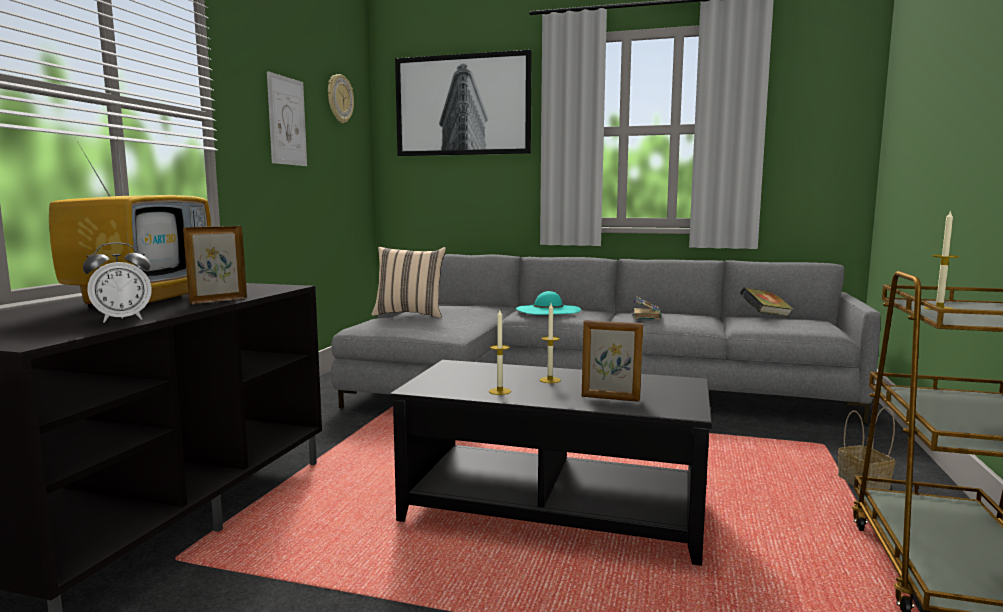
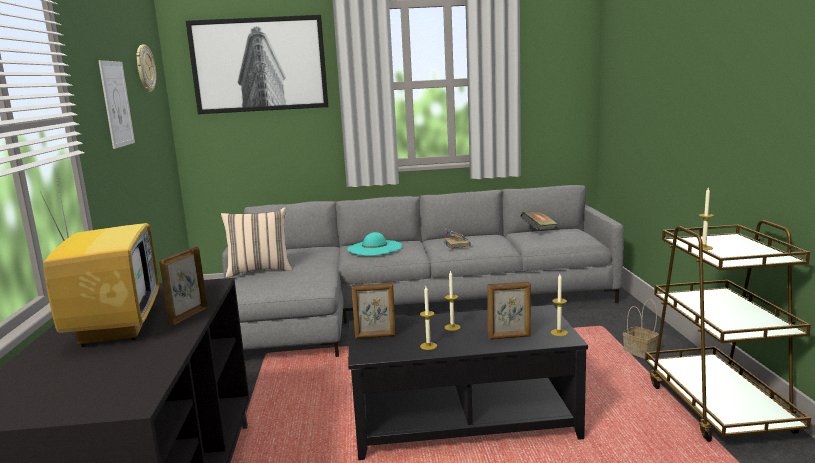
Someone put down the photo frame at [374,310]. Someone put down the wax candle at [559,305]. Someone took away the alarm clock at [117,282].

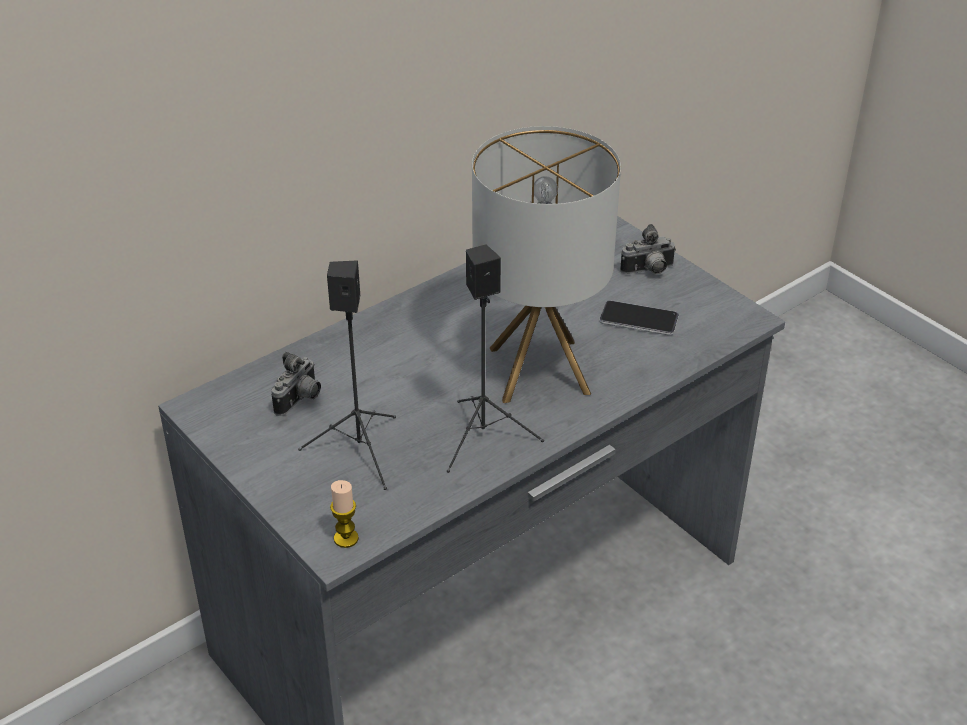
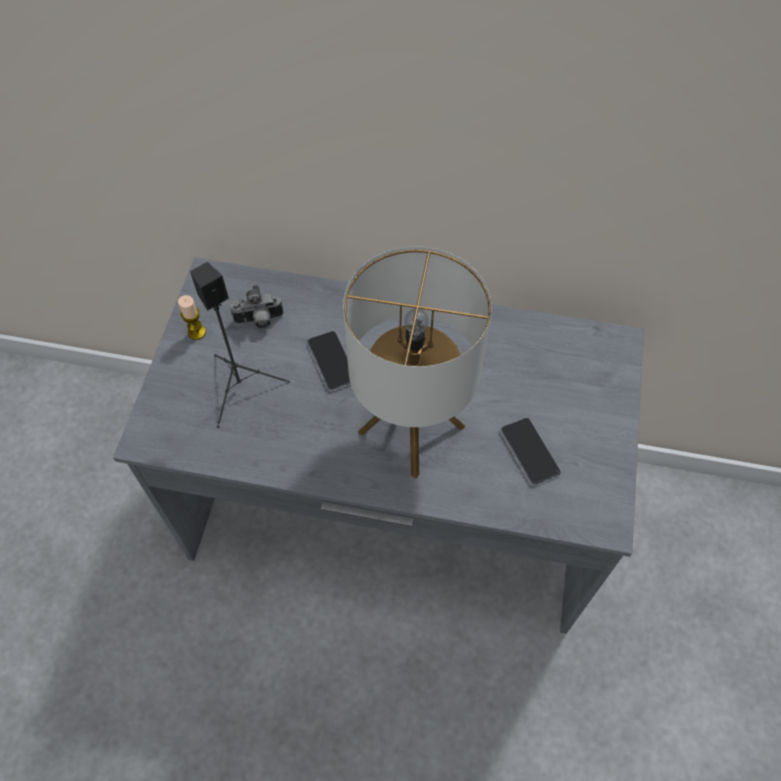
Someone carried the wax candle from [344,514] to [192,317]. Someone put down the phone at [328,361]. Someone took away the blackish loudspeaker at [495,358]. Someone took away the photo camera at [648,249].

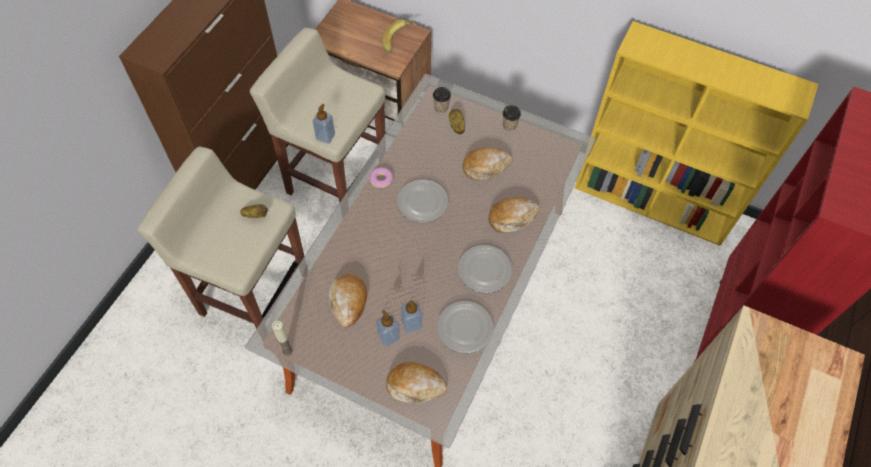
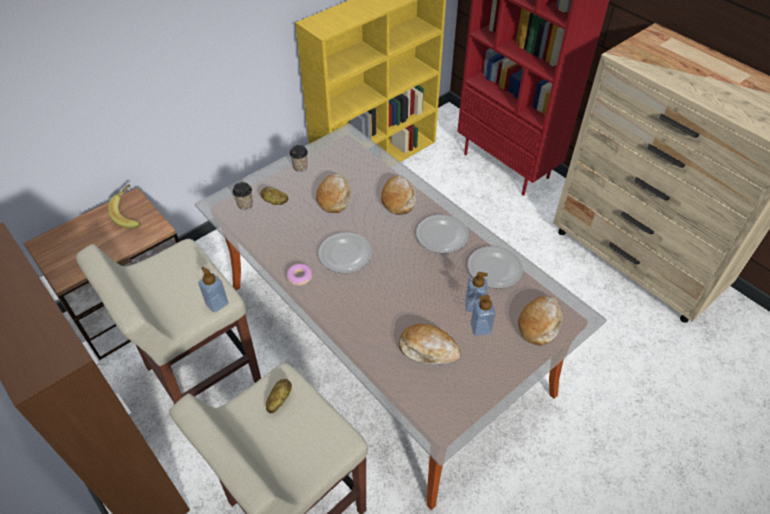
Someone took away the wax candle at [282,338].

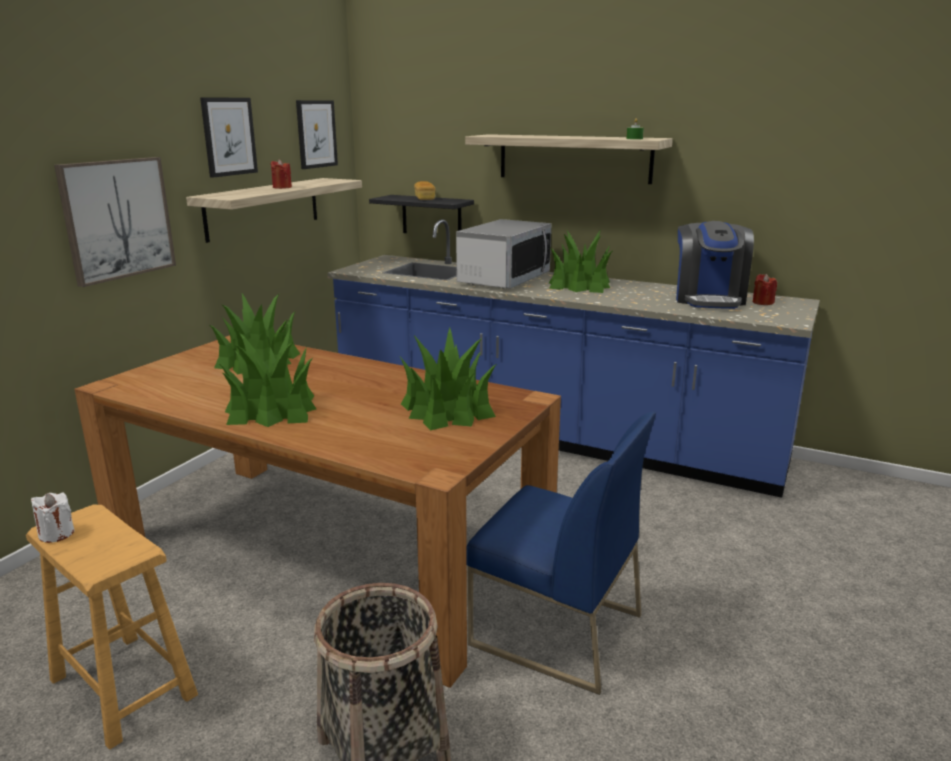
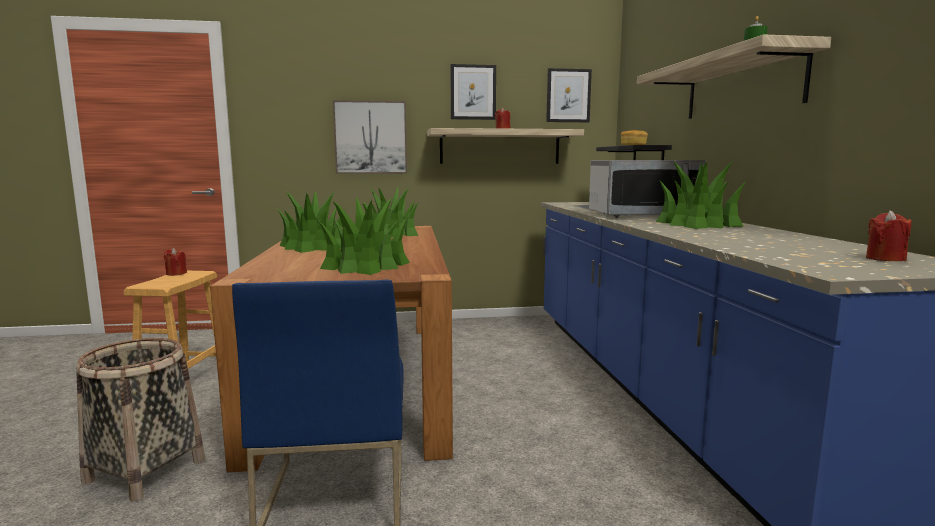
Someone repainted the whitish wax candle at [52,518], which became the red-coloured wax candle at [175,262]. Someone took away the coffee machine at [715,265].

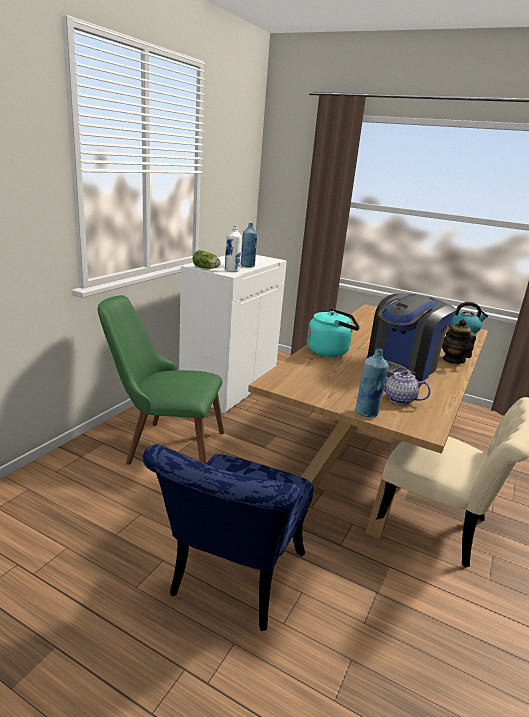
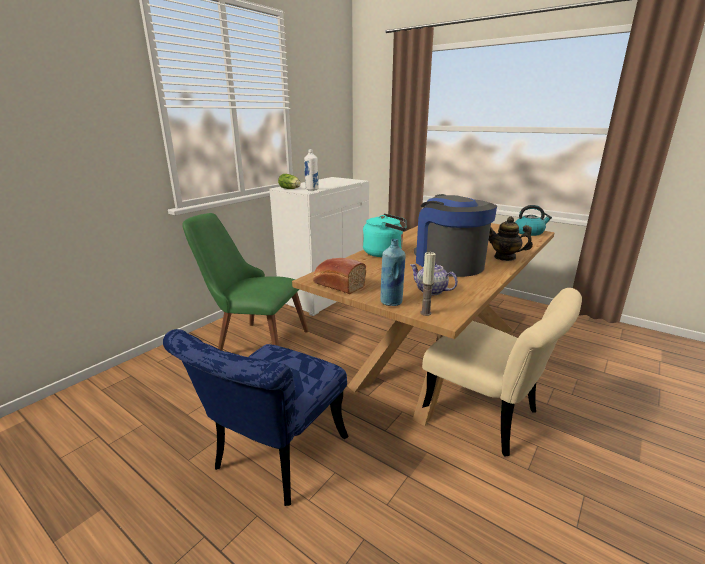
Someone put down the bread at [339,276]. Someone rotated the coffee machine at [411,337] by 105 degrees clockwise. Someone put down the wax candle at [428,284]. Someone rotated the pot for tea at [459,341] by 60 degrees counterclockwise. Someone took away the blue drink bottle at [249,245].

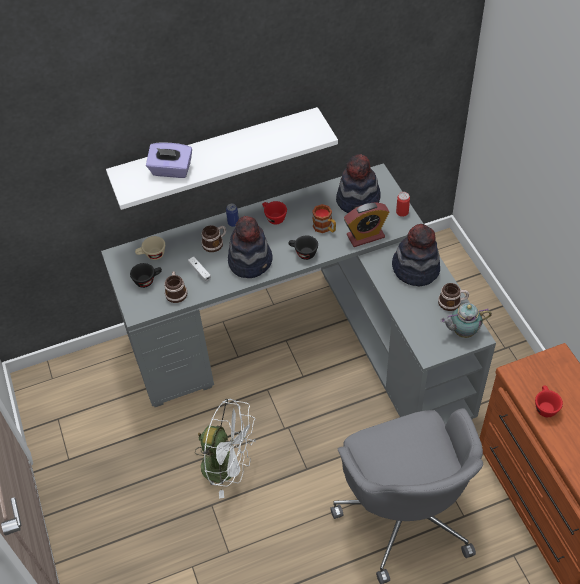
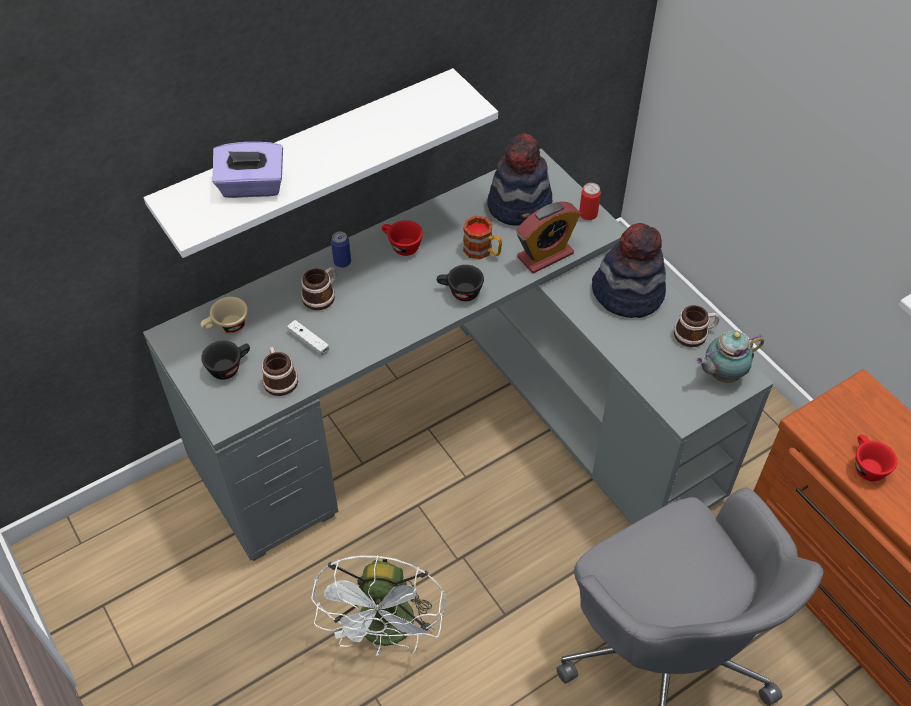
Someone rotated the whitish electric fan at [225,448] by 90 degrees clockwise. Someone took away the wearable hat at [250,247].

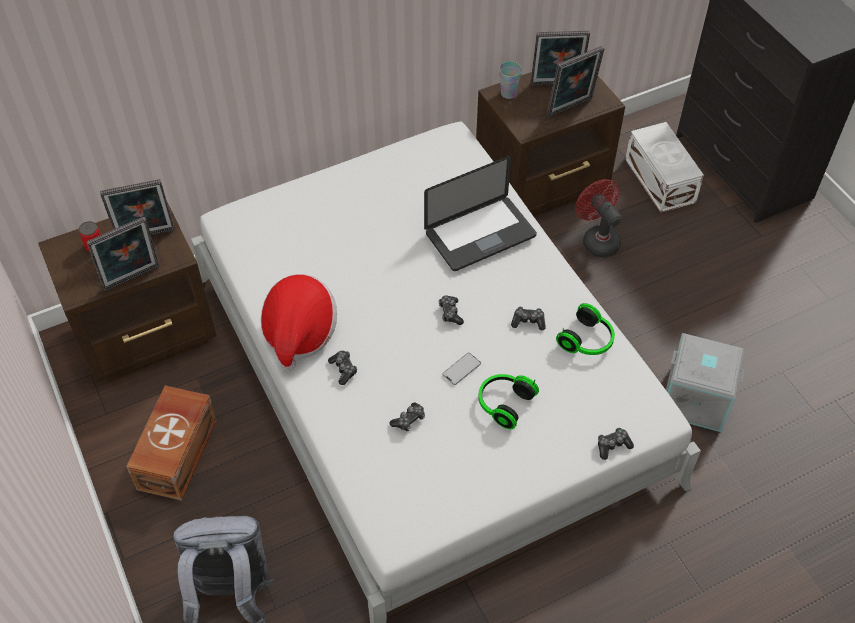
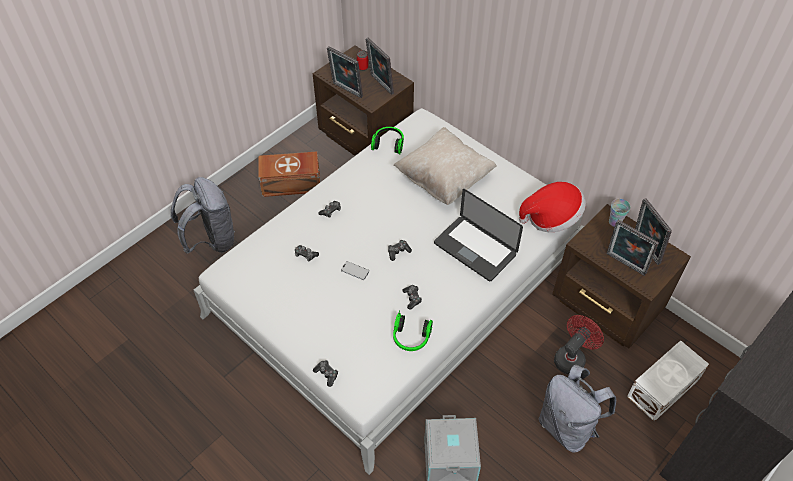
Someone carried the headset from [508,401] to [387,140]. Someone put down the sand-coloured pillow at [445,166]. Someone carried the wearable hat from [299,322] to [552,207]. Someone put down the grey knapsack at [577,409].

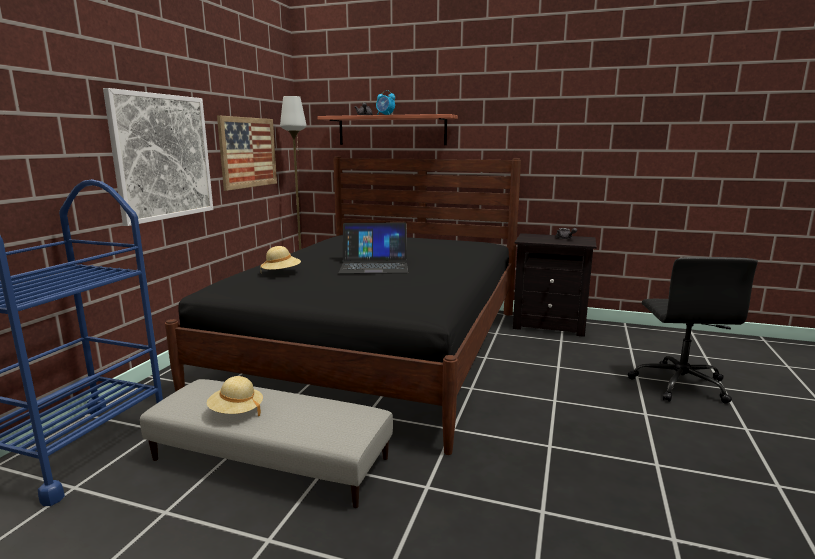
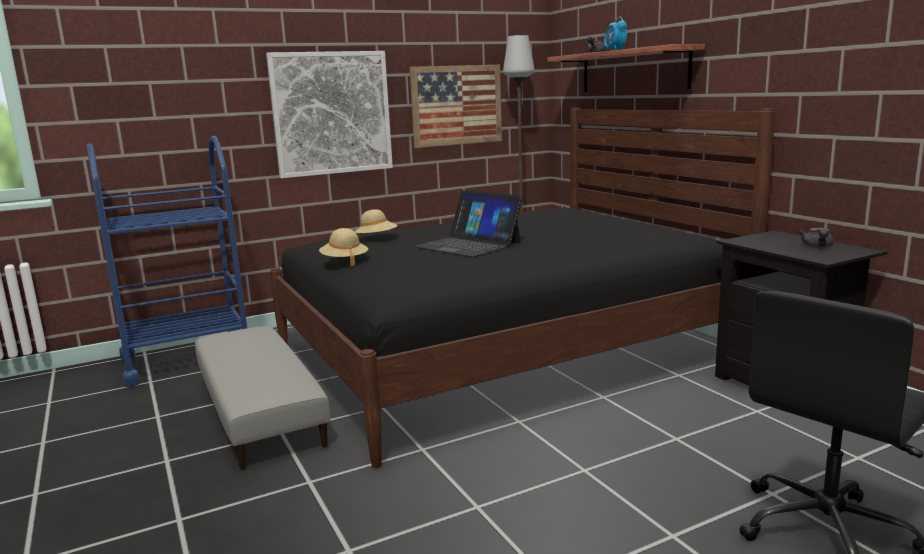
Someone carried the sand-coloured wearable hat from [235,396] to [343,247].

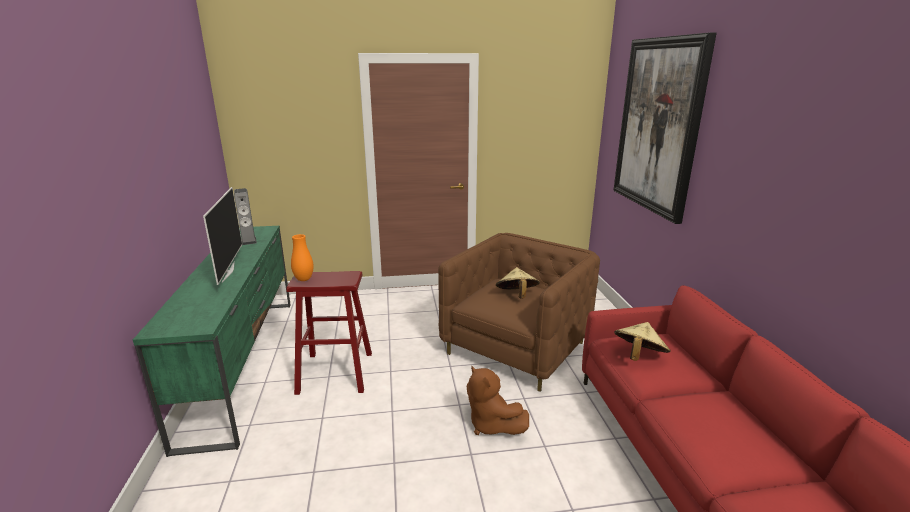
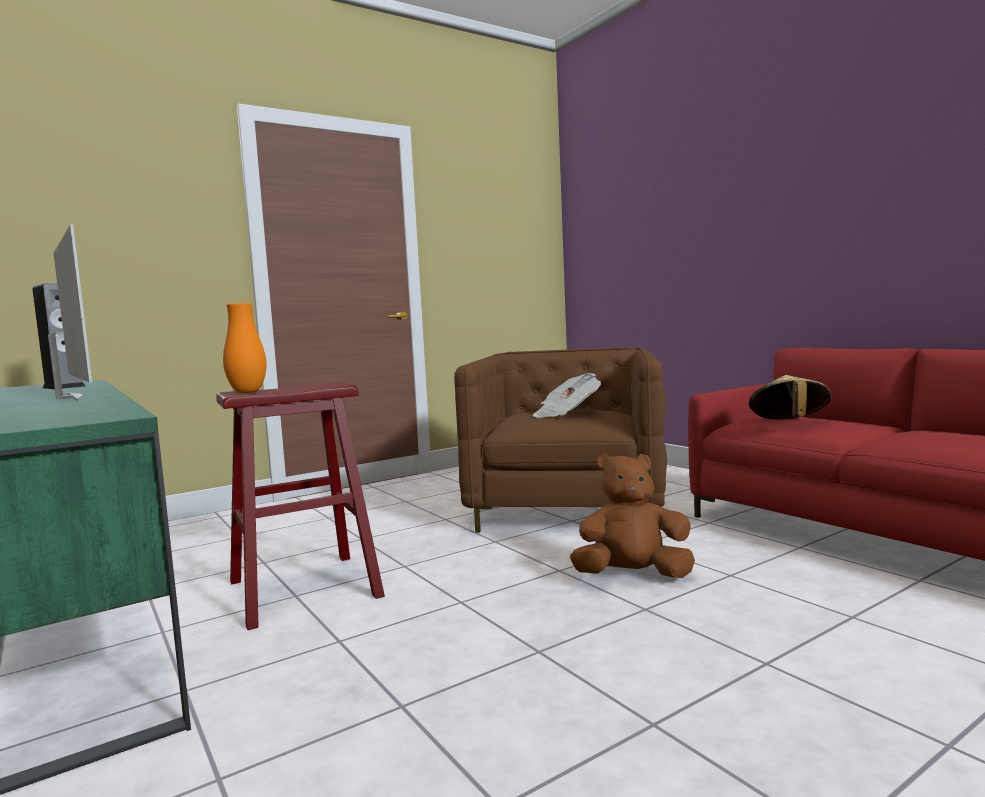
Someone swapped the sand-coloured wearable hat at [518,283] for the printed paper at [567,395]. Someone rotated the brown-coloured plush toy at [498,400] by 150 degrees clockwise. Someone took away the wall picture at [665,128].

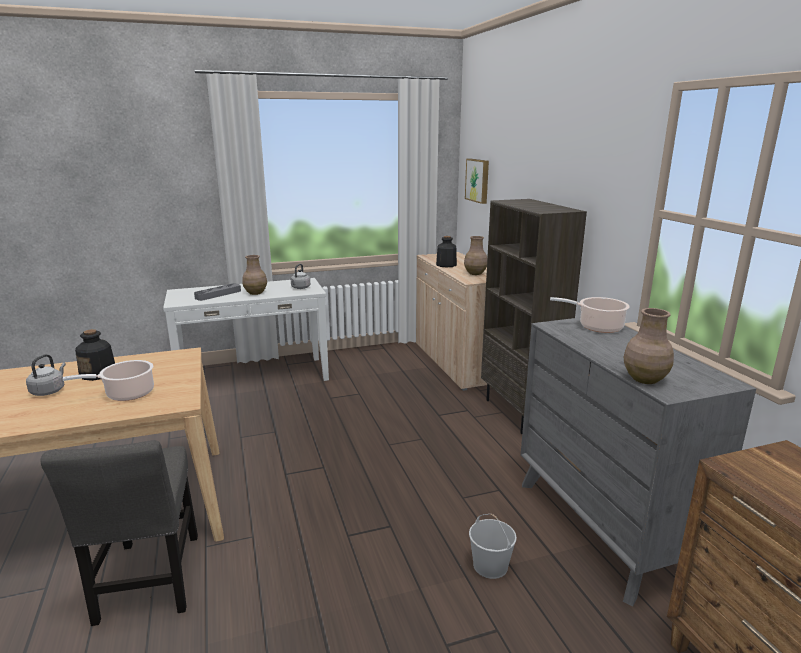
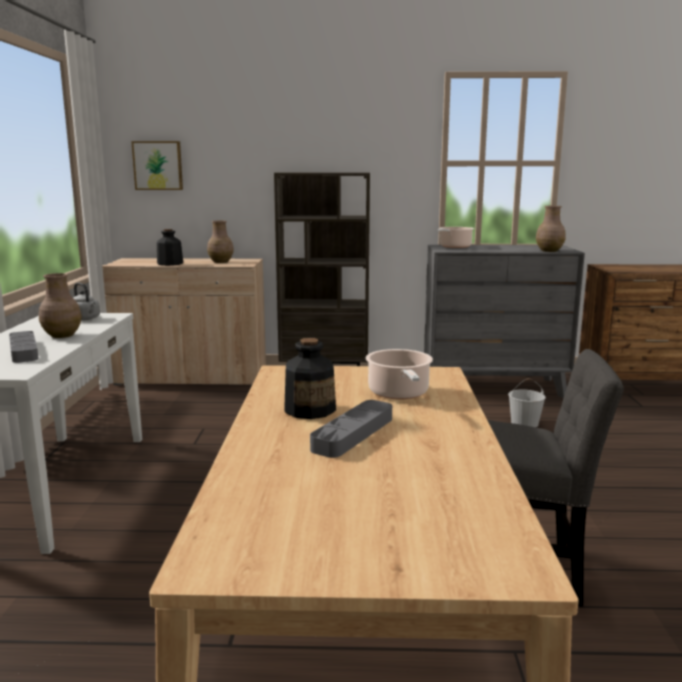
Someone swapped the grey kettle at [46,375] for the grey tray at [351,429].

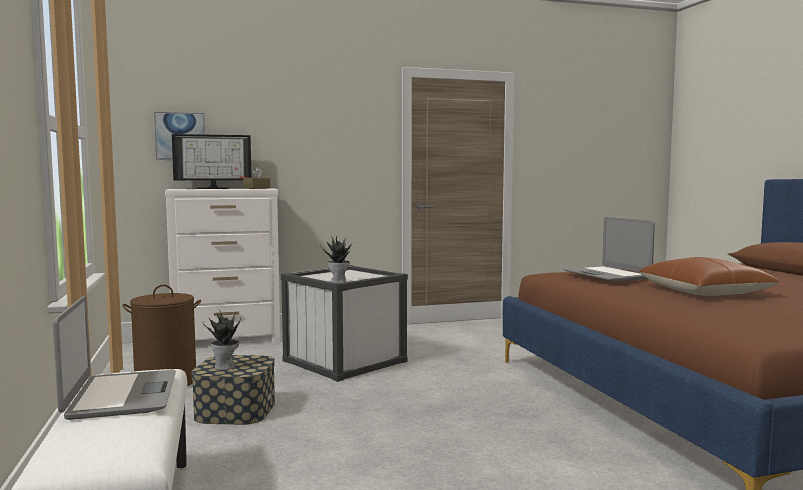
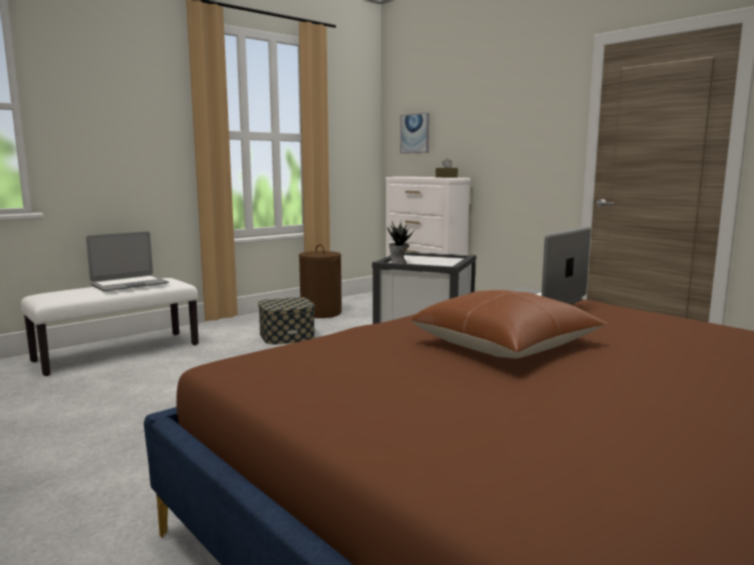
Someone took away the monitor at [212,161]. Someone took away the houseplant at [222,339].

